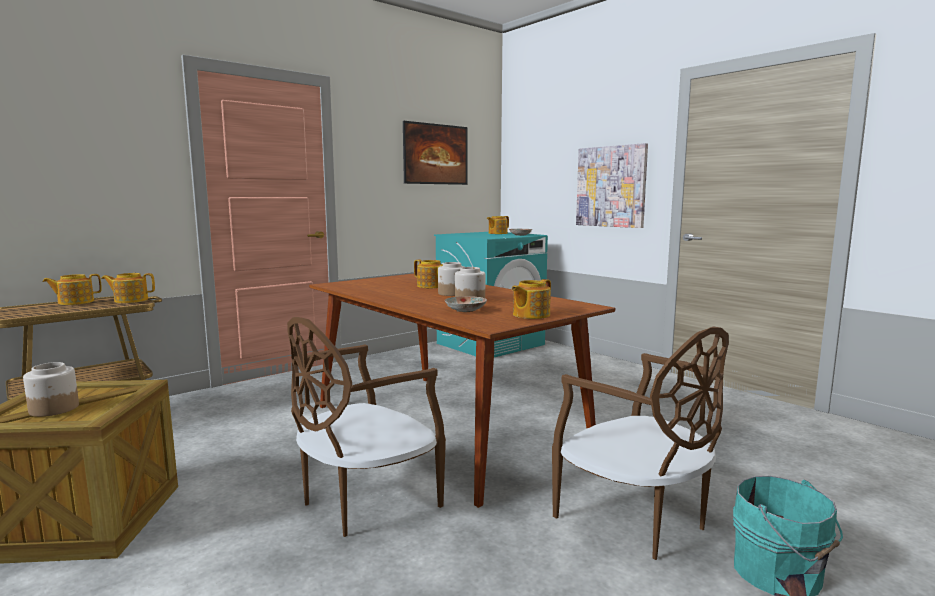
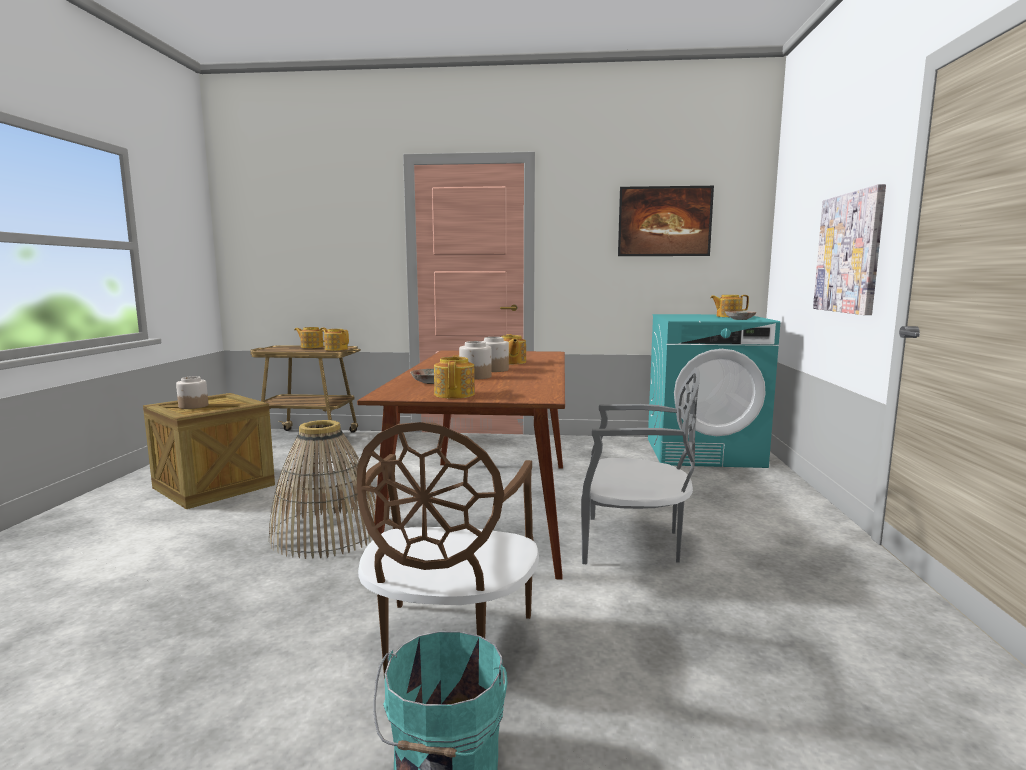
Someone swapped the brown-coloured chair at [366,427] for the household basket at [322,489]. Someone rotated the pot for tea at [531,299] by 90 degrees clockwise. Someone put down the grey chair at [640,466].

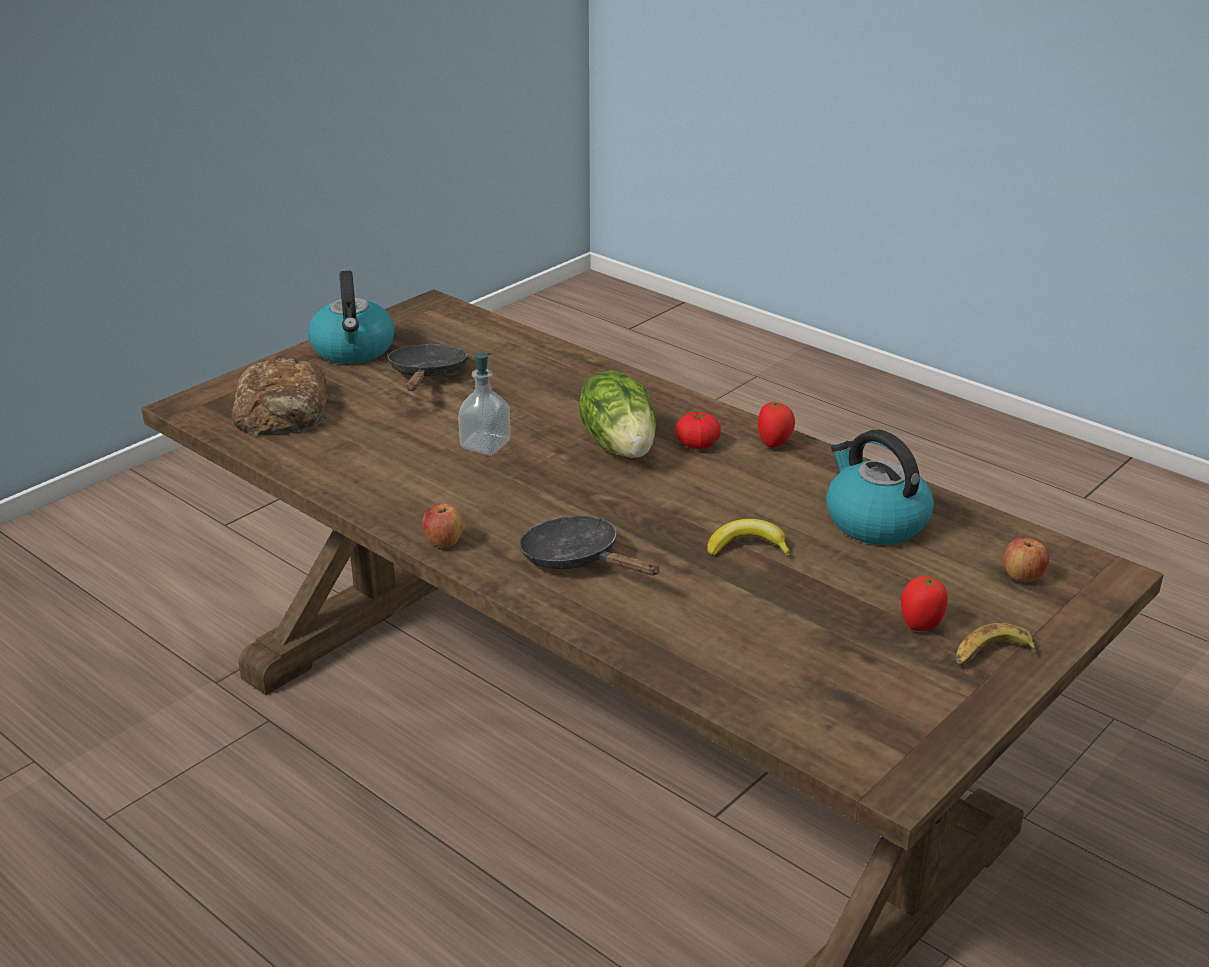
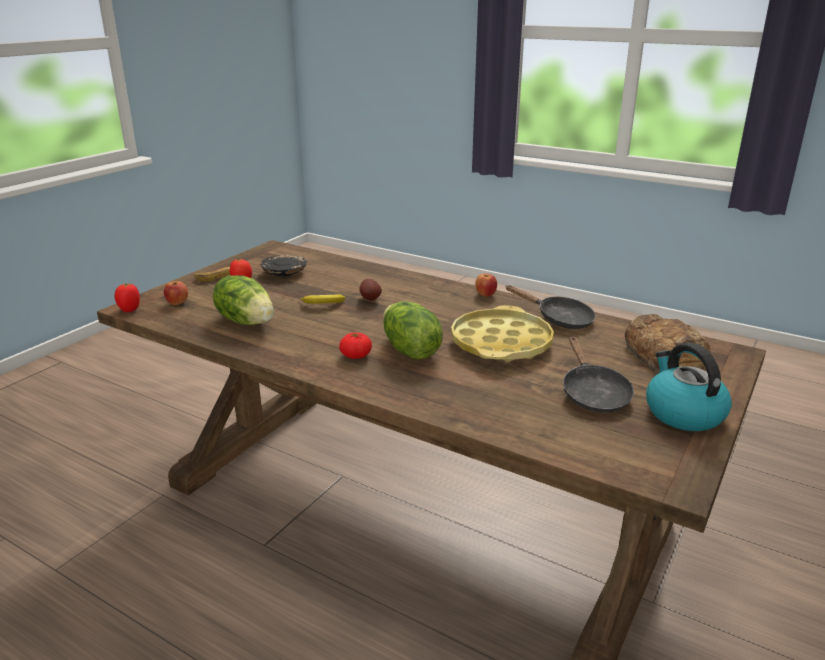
Someone carried the fresh tomato from [776,424] to [127,297]. Someone swapped the kettle at [880,487] for the head of lettuce at [243,300]. Someone put down the blackish dinner plate at [283,265]. Someone put down the spud at [370,290]. Someone swapped the soap bottle at [484,404] for the yellow tray at [502,333]. Someone carried the blackish pan from [589,545] to [551,307].

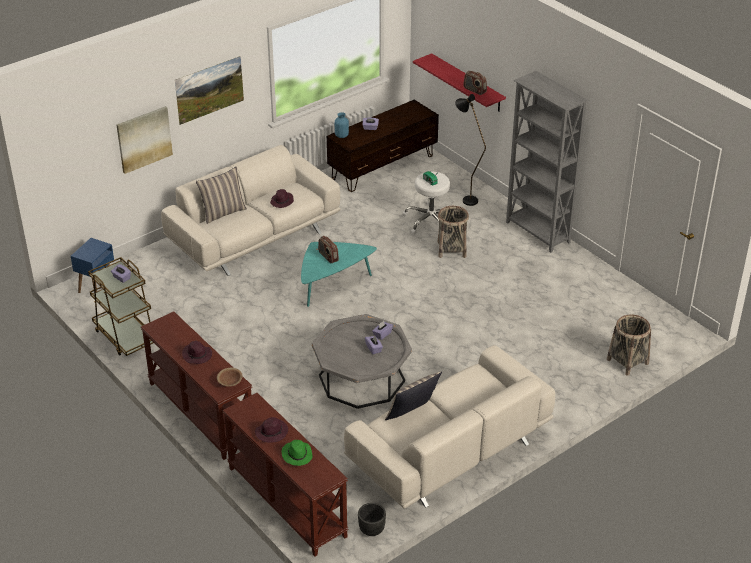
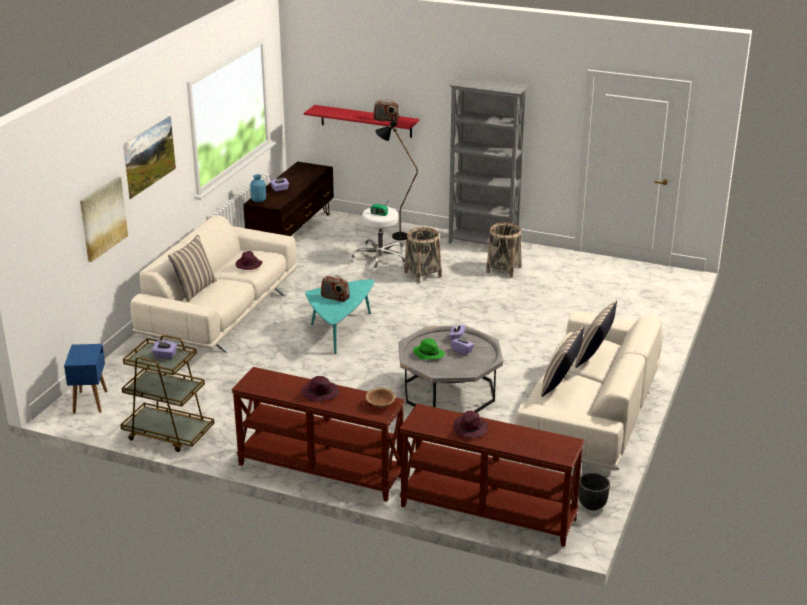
Someone carried the greenish wearable hat from [297,453] to [429,349]. Someone carried the household basket from [629,345] to [504,250]. Someone put down the pillow at [596,334].

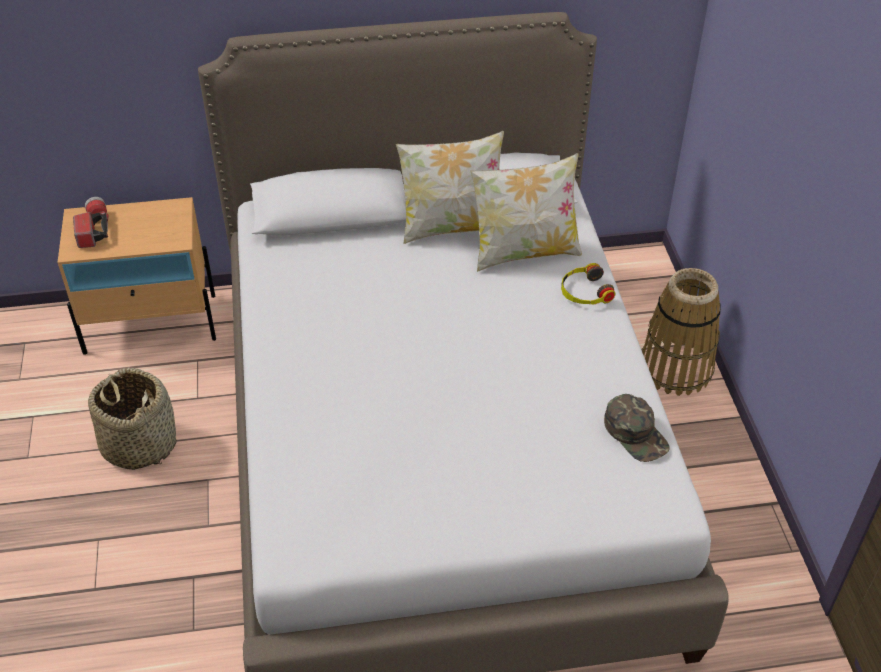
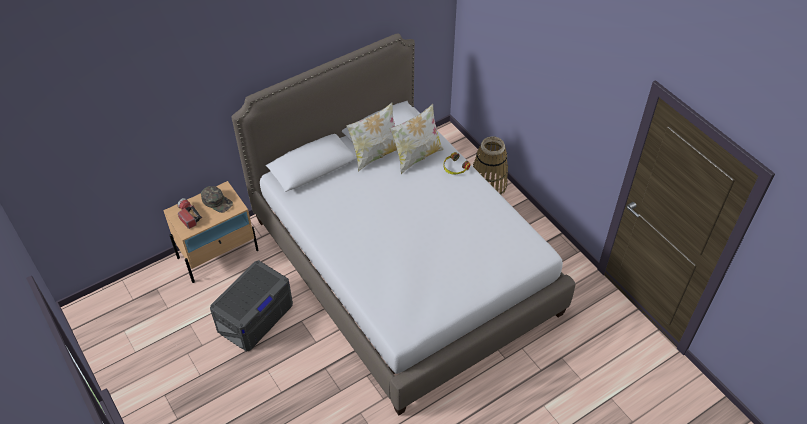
Someone carried the greenish baseball cap from [637,428] to [217,199]. Someone swapped the household basket at [132,419] for the grey storage bin at [251,306].

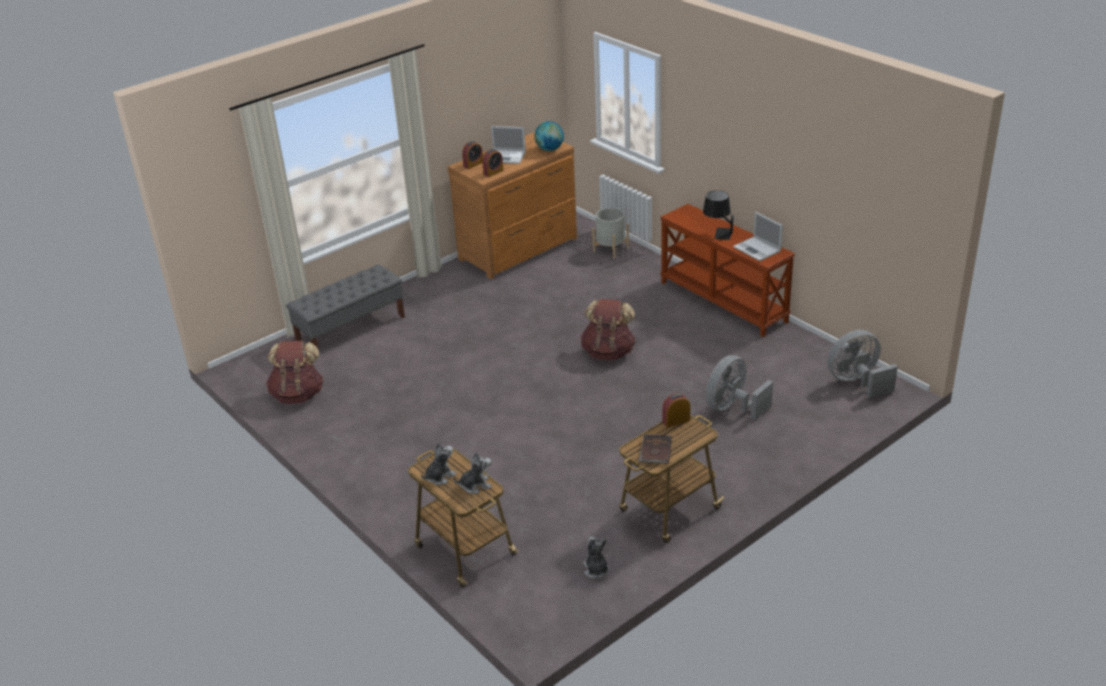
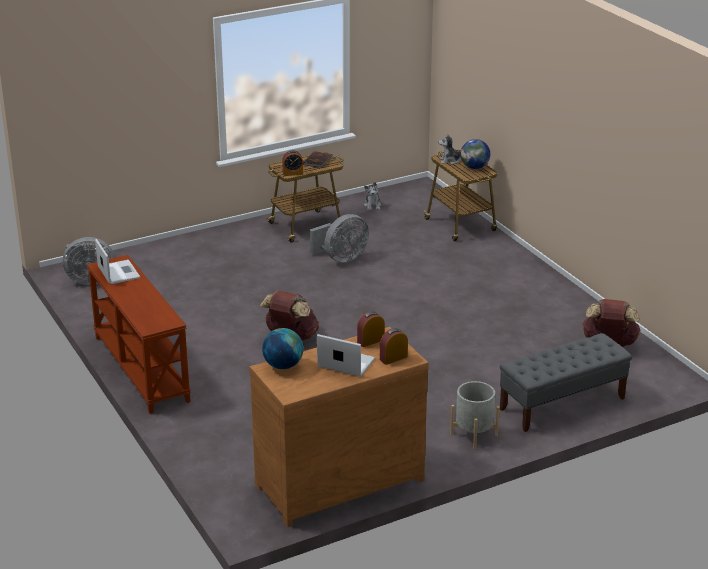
Someone carried the grey electric fan from [739,387] to [339,238]. Someone carried the grey flower pot from [610,233] to [475,415]. Someone swapped the plush toy at [438,463] for the desk globe at [475,154]. Someone took away the blackish table lamp at [718,215].

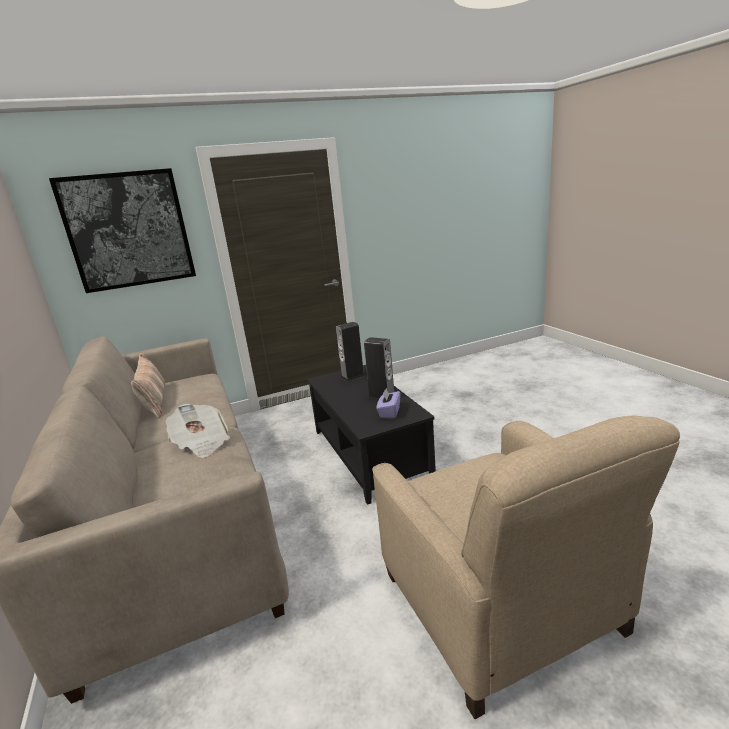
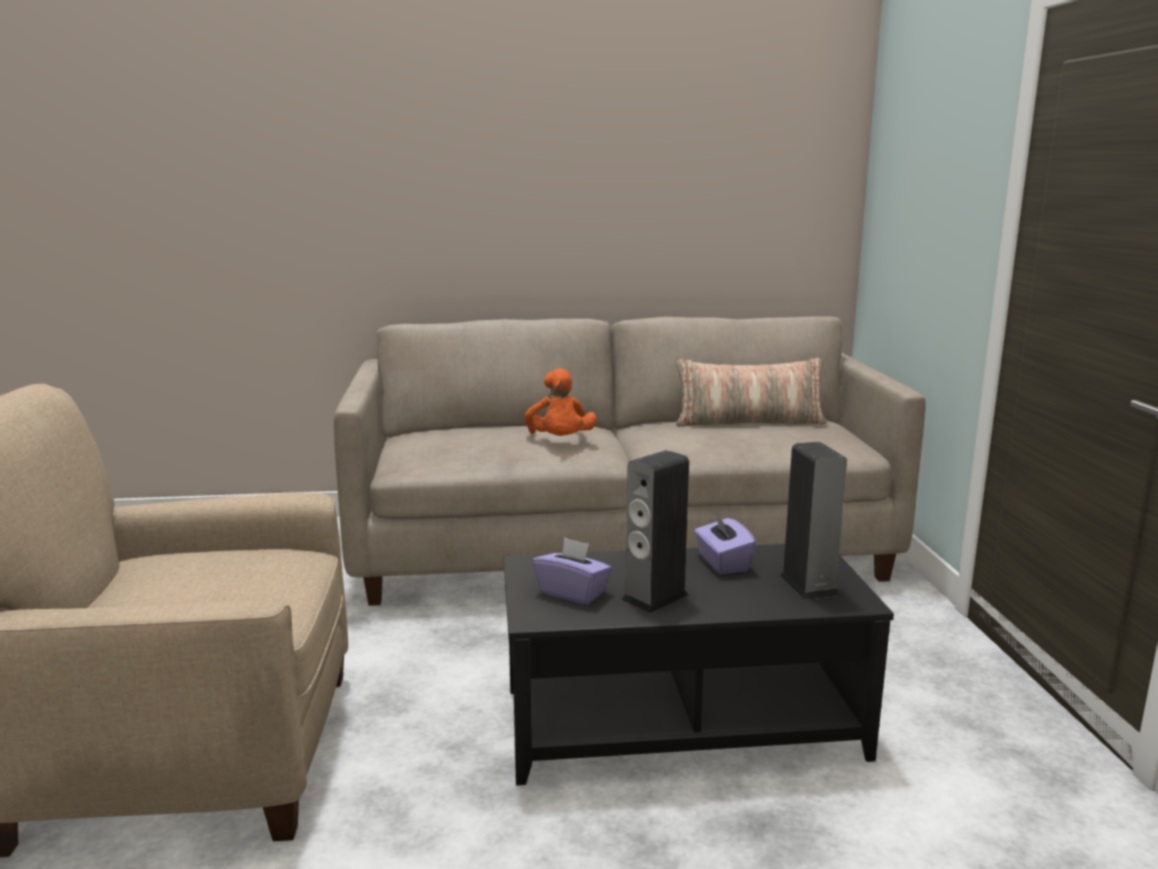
Someone swapped the printed paper at [198,430] for the orange plush toy at [560,402]. Someone put down the purple-coloured box of tissues at [725,543]. Someone took away the wall picture at [122,230].

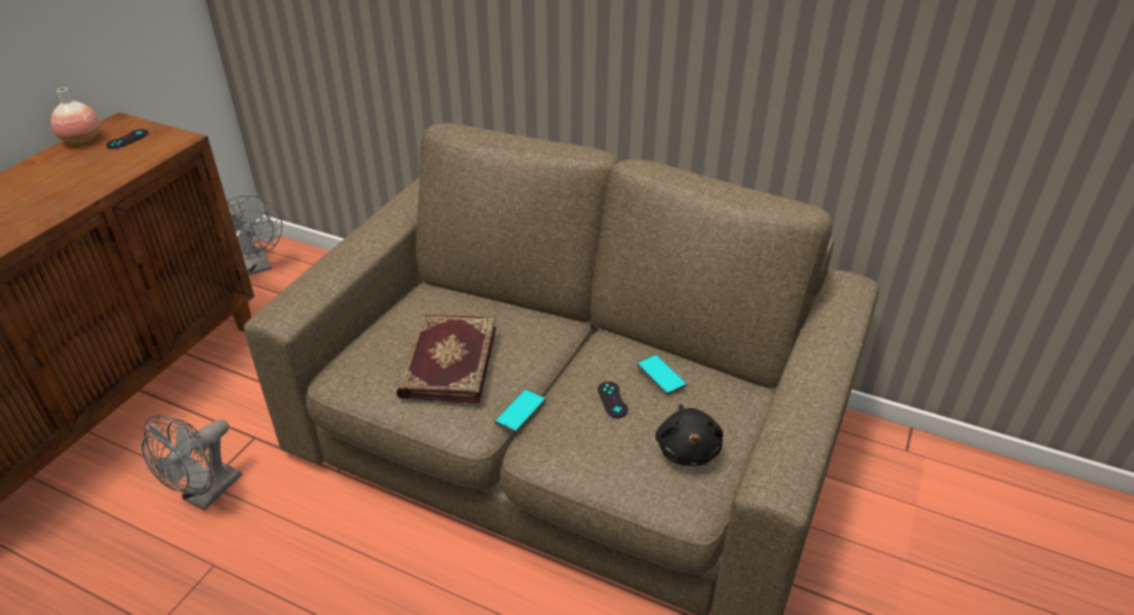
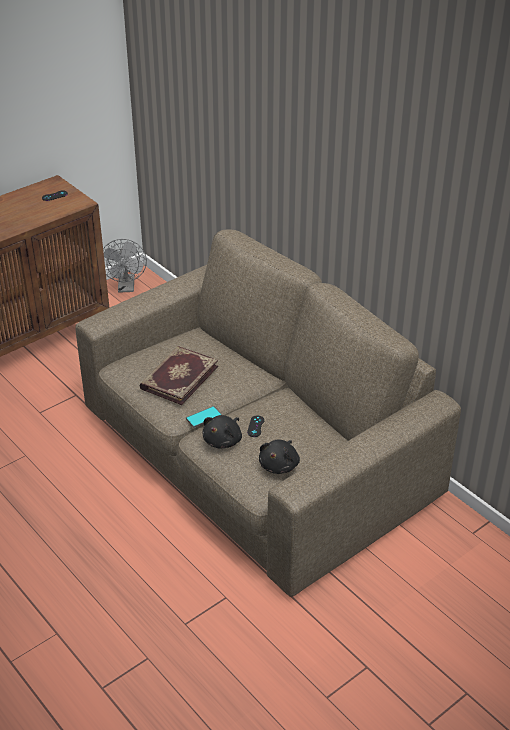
Someone put down the blackish plush toy at [222,431]. Someone took away the flower vase at [75,116]. Someone took away the grey electric fan at [192,463]. Someone took away the phone at [661,374].

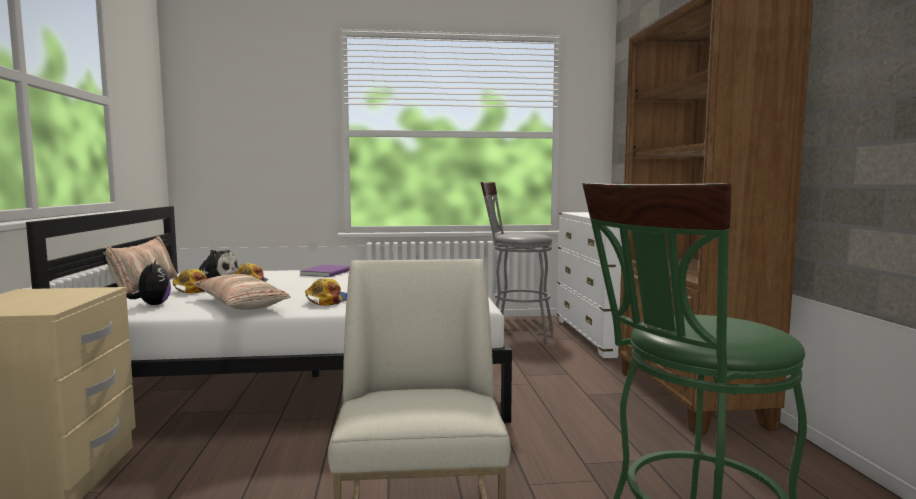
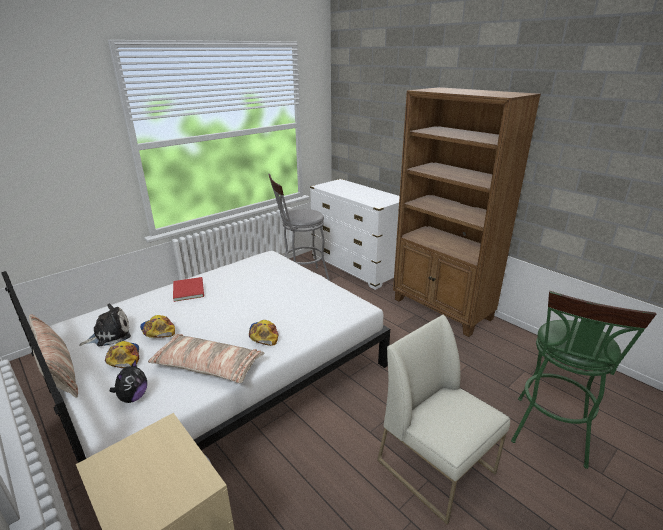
Someone rotated the plush toy at [148,282] by 75 degrees clockwise. Someone repainted the purple-coloured bound book at [325,271], which became the red-coloured bound book at [188,289].

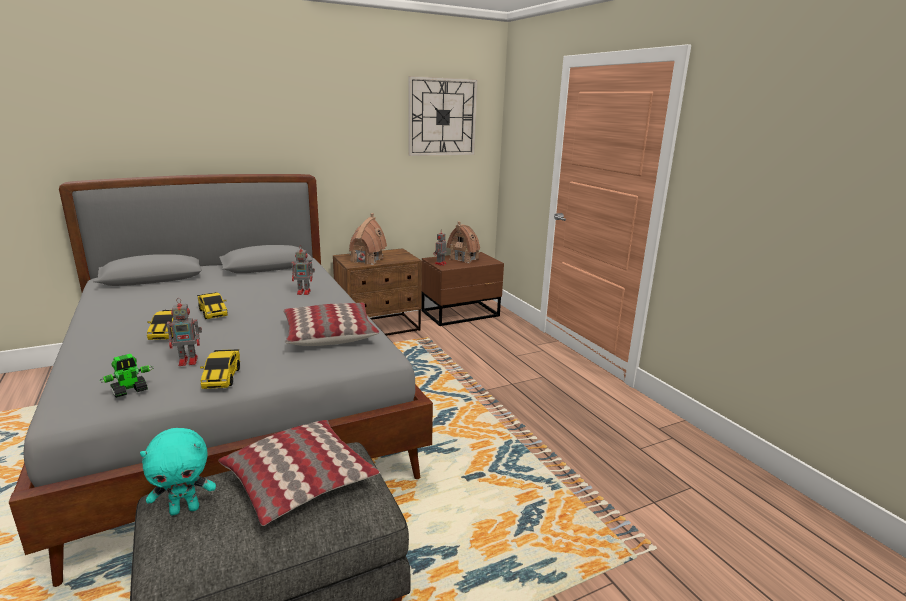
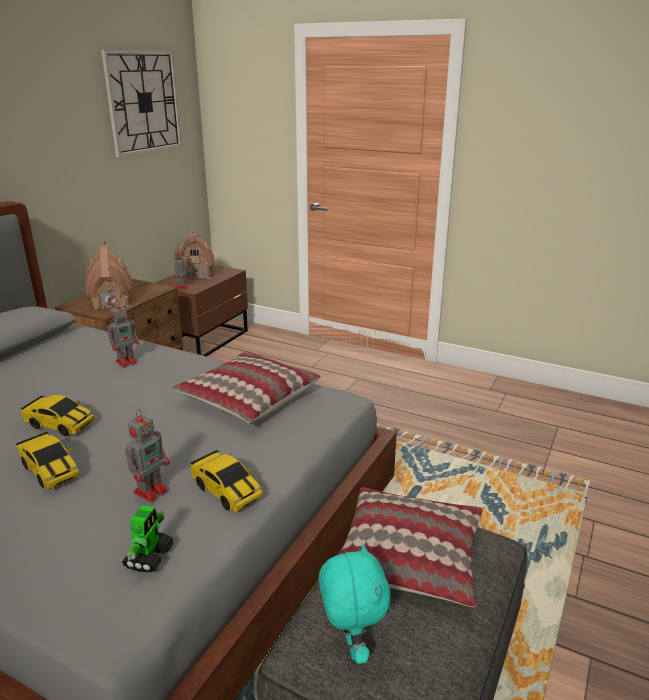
Someone rotated the turquoise-coloured plush toy at [178,471] by 45 degrees counterclockwise.

